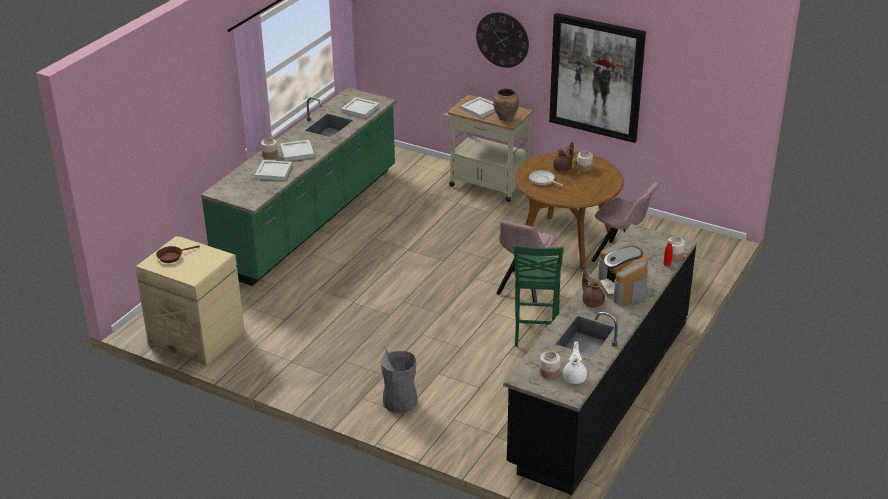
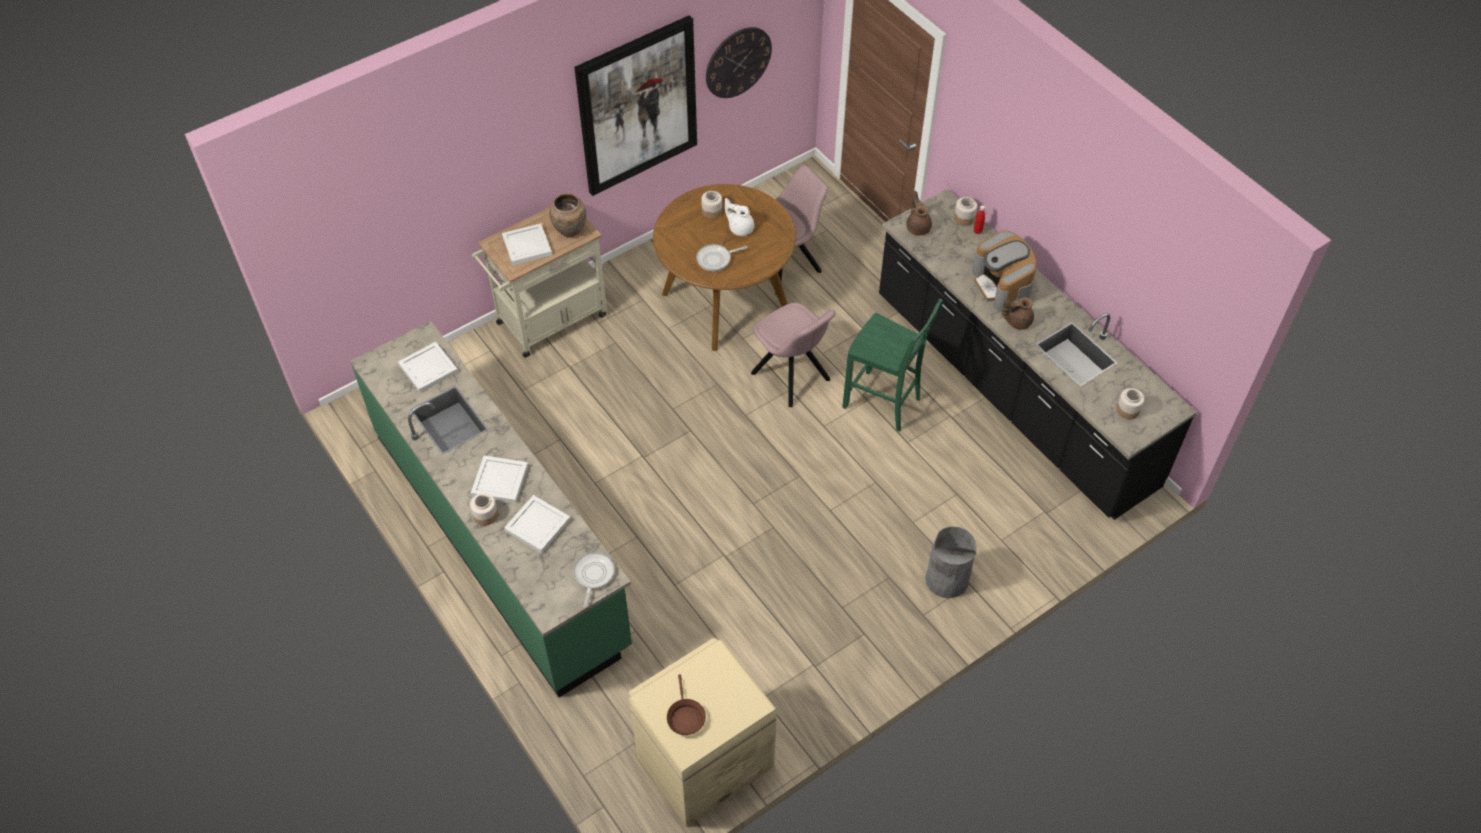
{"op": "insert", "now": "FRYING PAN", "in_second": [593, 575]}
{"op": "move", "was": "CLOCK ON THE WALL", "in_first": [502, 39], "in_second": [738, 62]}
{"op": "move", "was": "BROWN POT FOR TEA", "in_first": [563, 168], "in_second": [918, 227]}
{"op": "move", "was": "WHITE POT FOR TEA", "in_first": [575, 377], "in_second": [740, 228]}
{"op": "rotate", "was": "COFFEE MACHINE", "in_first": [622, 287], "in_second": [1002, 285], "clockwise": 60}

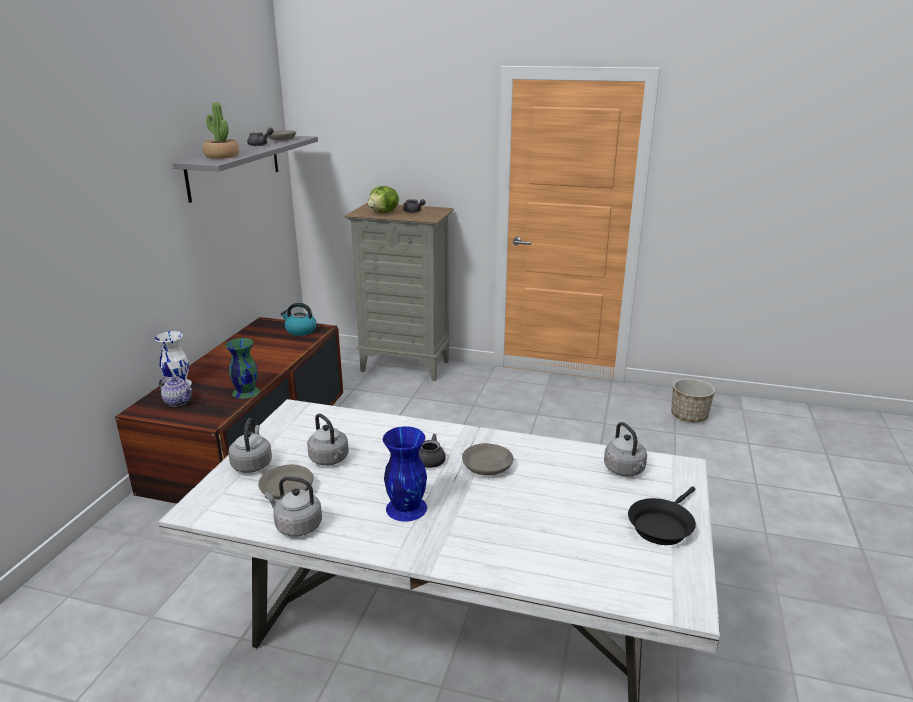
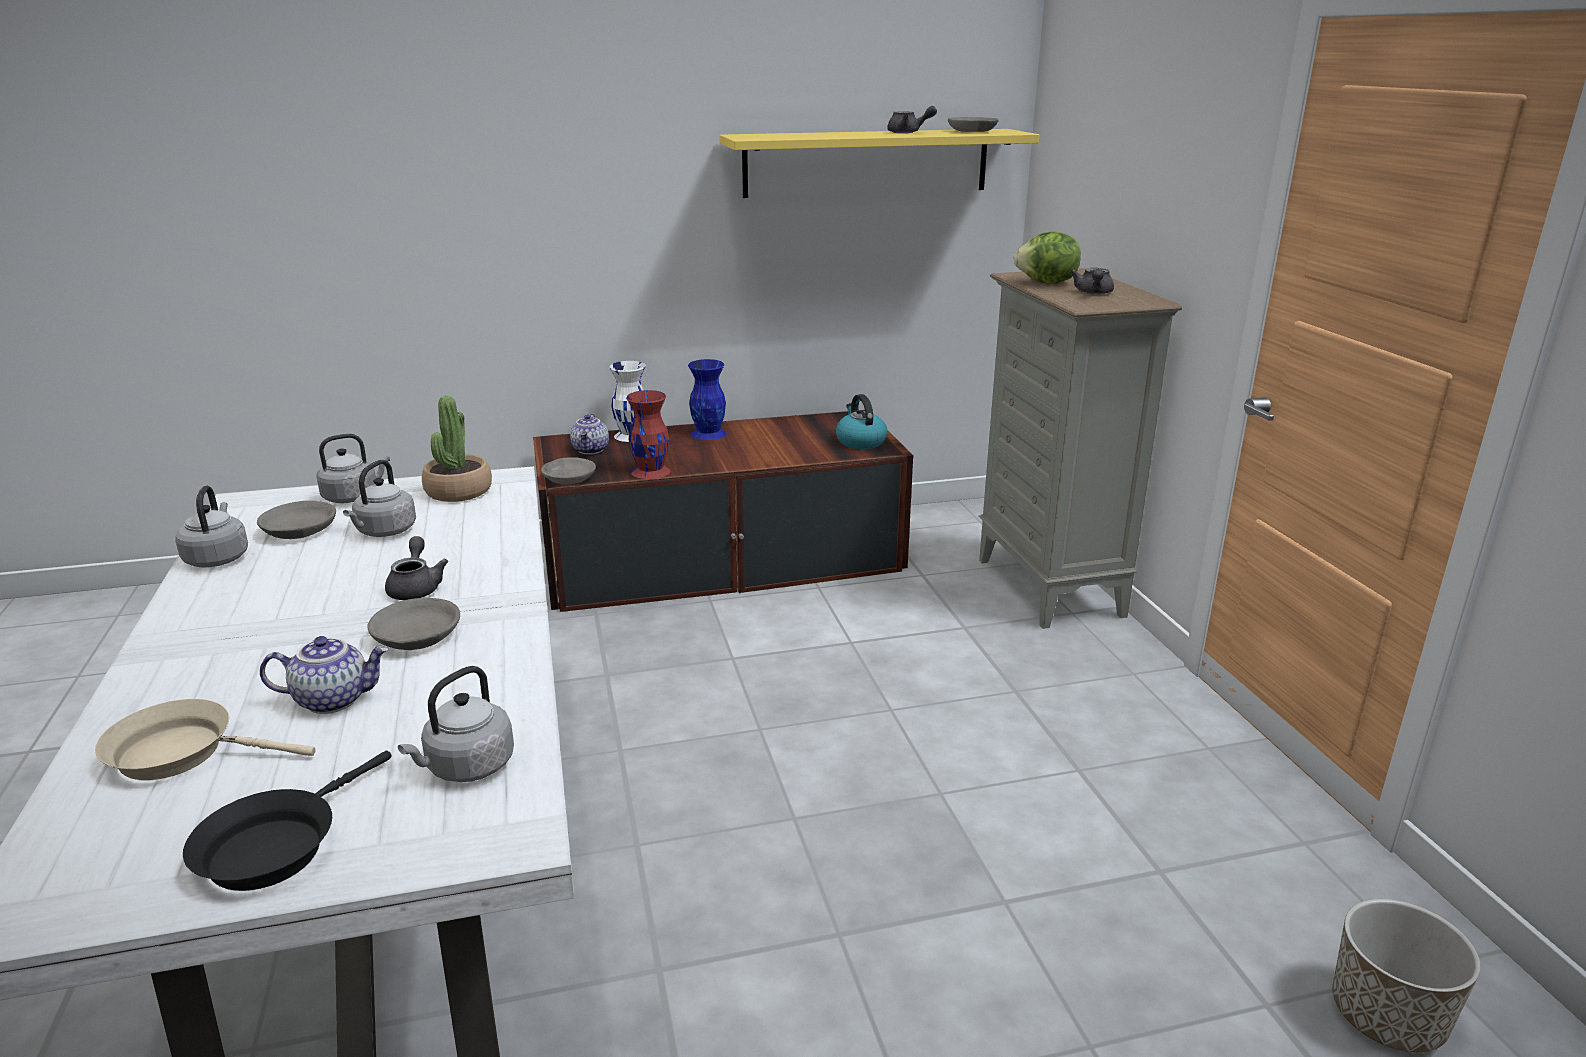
{"op": "insert", "now": "BEIGE-COLOURED FRYING PAN", "in_second": [182, 753]}
{"op": "insert", "now": "POT FOR TEA", "in_second": [334, 699]}
{"op": "insert", "now": "GREYISH BOWL", "in_second": [569, 478]}
{"op": "move", "was": "POTTED PLANT", "in_first": [221, 156], "in_second": [458, 491]}
{"op": "move", "was": "BLUISH VASE", "in_first": [406, 507], "in_second": [709, 433]}
{"op": "recolor", "was": "GREYISH WALL SHELF", "now": "YELLOW WALL SHELF", "in_first": [235, 166], "in_second": [867, 162]}
{"op": "recolor", "was": "GREENISH VASE", "now": "RED VASE", "in_first": [245, 392], "in_second": [650, 471]}
{"op": "rotate", "was": "BLACKISH FRYING PAN", "in_first": [662, 525], "in_second": [276, 846], "clockwise": -75}

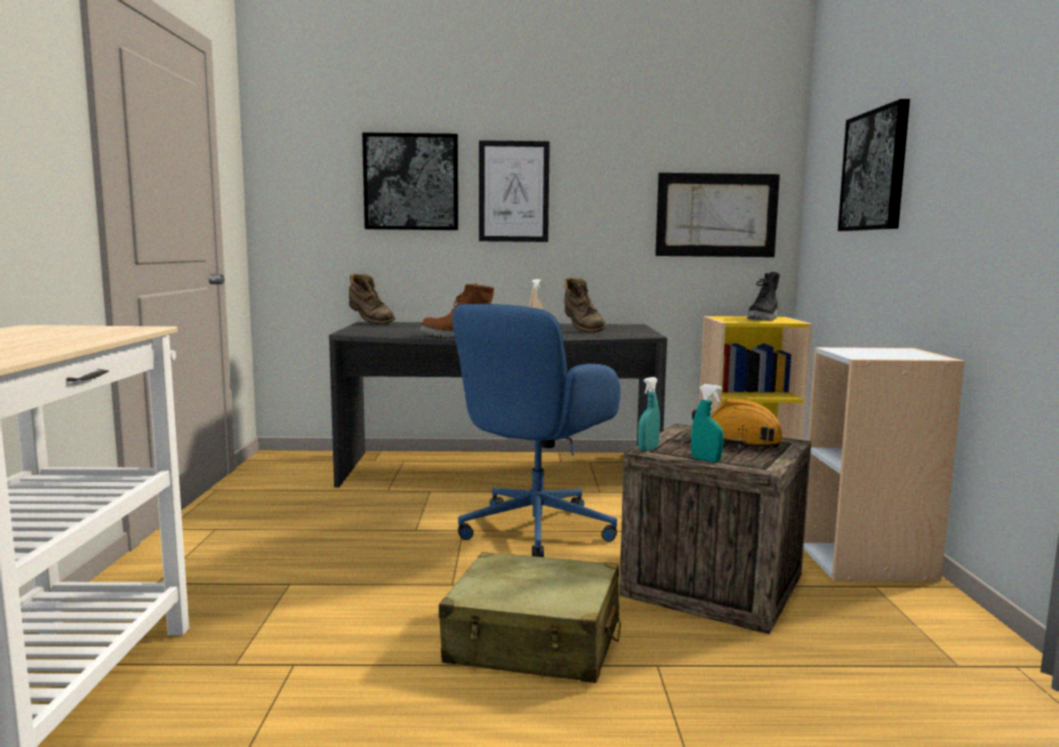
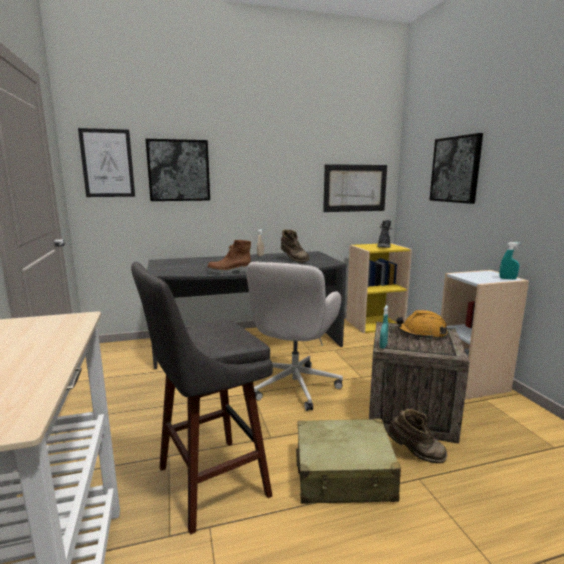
{"op": "insert", "now": "GREYISH STOOL SEAT", "in_second": [208, 482]}
{"op": "move", "was": "BROWN HIGH-TOP BOOT", "in_first": [369, 323], "in_second": [415, 454]}
{"op": "move", "was": "WALL ART", "in_first": [513, 191], "in_second": [107, 163]}
{"op": "move", "was": "TURQUOISE-COLOURED SPRAY BOTTLE", "in_first": [706, 460], "in_second": [507, 279]}
{"op": "recolor", "was": "BLUISH DESK CHAIR", "now": "WHITE DESK CHAIR", "in_first": [536, 530], "in_second": [294, 386]}

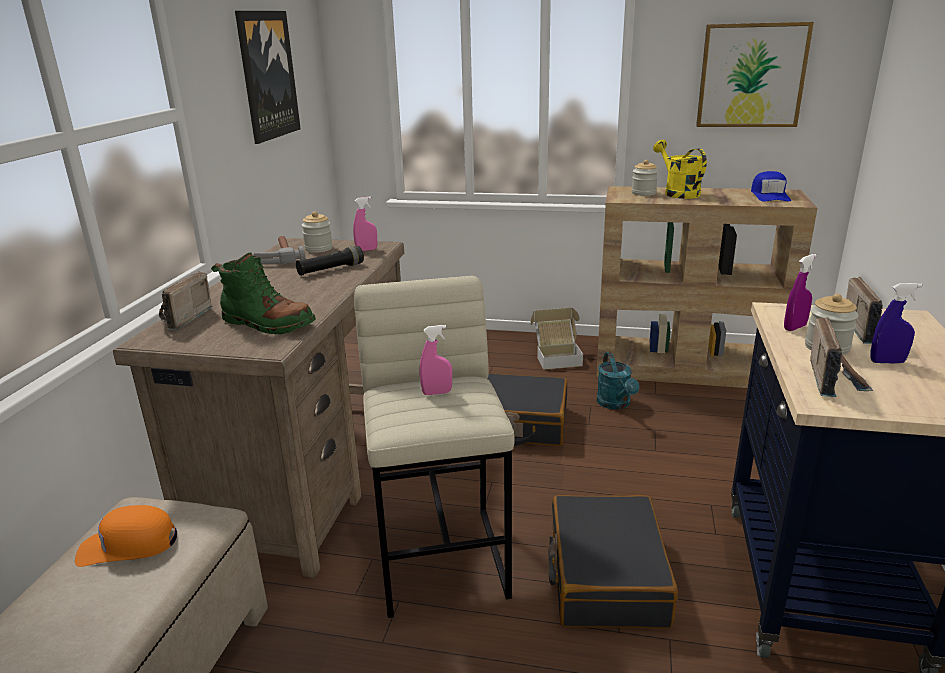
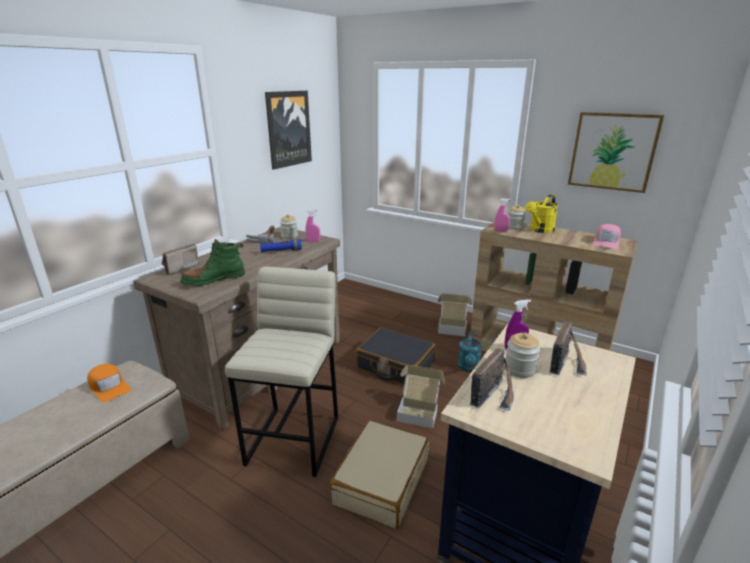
{"op": "delete", "was": "BLUISH SPRAY BOTTLE", "in_first": [887, 362]}
{"op": "insert", "now": "CARDBOARD BOX", "in_second": [419, 410]}
{"op": "move", "was": "PINK-COLOURED SPRAY BOTTLE", "in_first": [437, 393], "in_second": [501, 231]}
{"op": "recolor", "was": "BLACKISH TORCH", "now": "BLUISH TORCH", "in_first": [331, 269], "in_second": [281, 251]}
{"op": "recolor", "was": "BLACKISH SUITCASE", "now": "BEIGE-COLOURED SUITCASE", "in_first": [606, 576], "in_second": [381, 481]}
{"op": "recolor", "was": "BLUISH PEAKED CAP", "now": "PINK-COLOURED PEAKED CAP", "in_first": [769, 195], "in_second": [606, 242]}
{"op": "rotate", "was": "ORANGE PEAKED CAP", "in_first": [128, 545], "in_second": [109, 387], "clockwise": -150}
{"op": "rotate", "was": "GREENISH HIGH-TOP BOOT", "in_first": [267, 324], "in_second": [214, 280], "clockwise": 105}
{"op": "rotate", "was": "YELLOW WATERING CAN", "in_first": [677, 193], "in_second": [539, 230], "clockwise": -135}

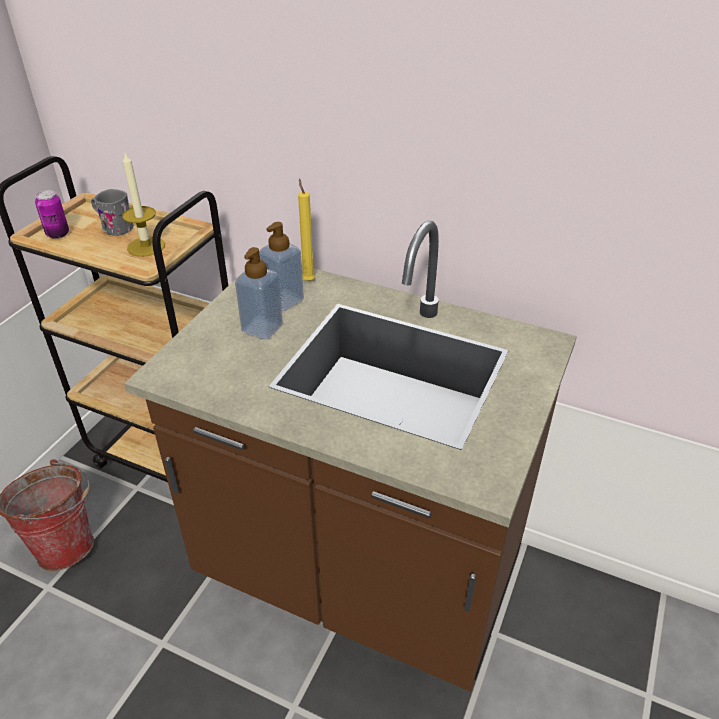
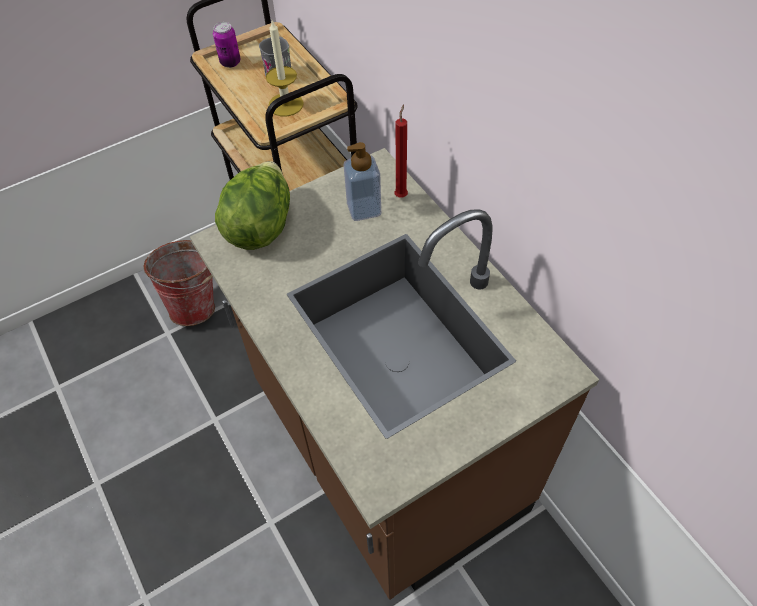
{"op": "delete", "was": "SOAP DISPENSER", "in_first": [262, 328]}
{"op": "insert", "now": "LETTUCE", "in_second": [260, 226]}
{"op": "recolor", "was": "YELLOW WAX LIGHT", "now": "RED WAX LIGHT", "in_first": [308, 280], "in_second": [401, 195]}

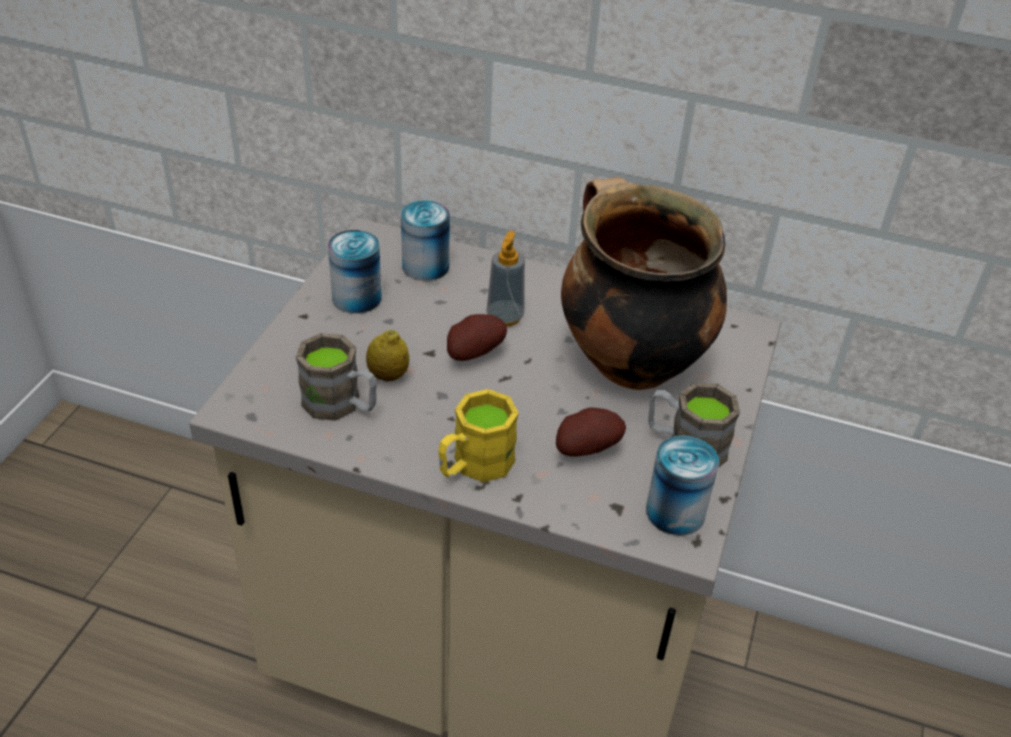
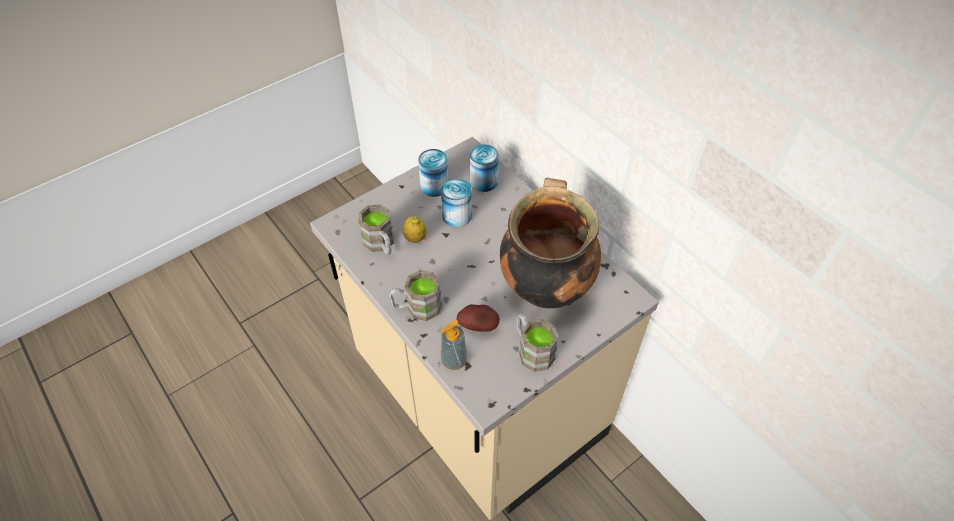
{"op": "delete", "was": "WHOLE POTATO", "in_first": [473, 353]}
{"op": "move", "was": "SOAP DISPENSER", "in_first": [505, 317], "in_second": [454, 361]}
{"op": "move", "was": "METAL CAN", "in_first": [675, 512], "in_second": [457, 216]}
{"op": "recolor", "was": "YELLOW TEA MUG", "now": "BROWN TEA MUG", "in_first": [474, 466], "in_second": [416, 307]}

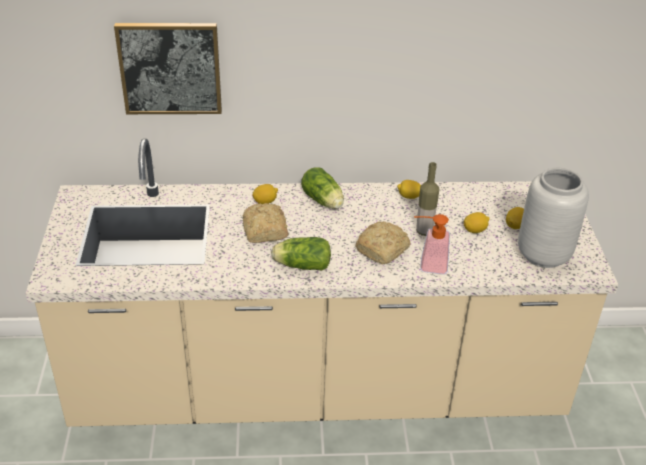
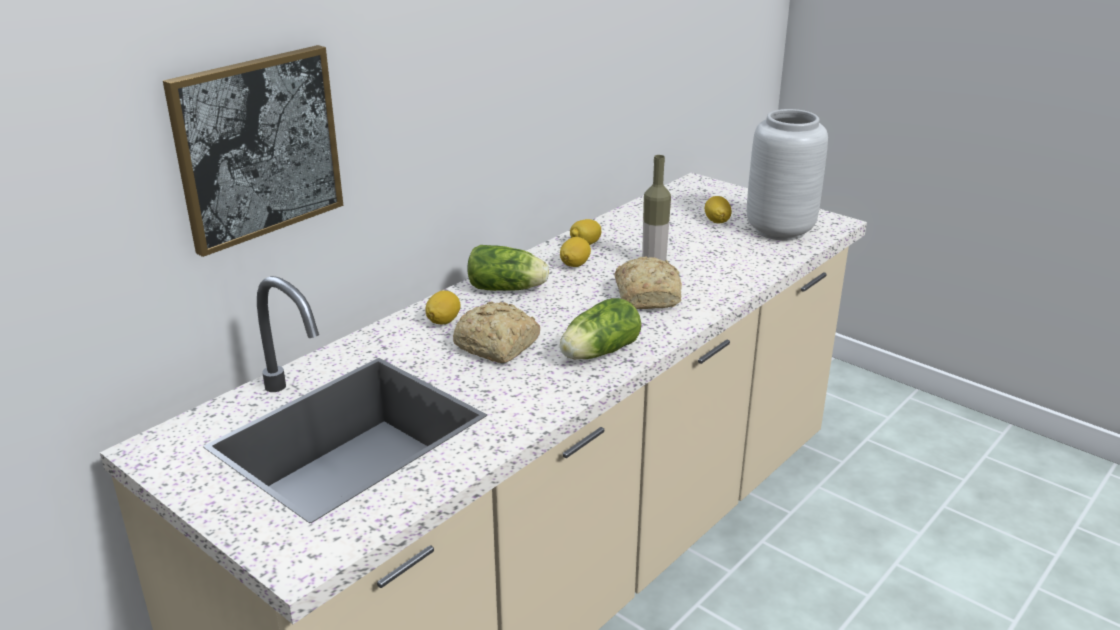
{"op": "delete", "was": "SOAP DISPENSER", "in_first": [428, 265]}
{"op": "move", "was": "WHOLE LEMON", "in_first": [475, 230], "in_second": [575, 264]}

